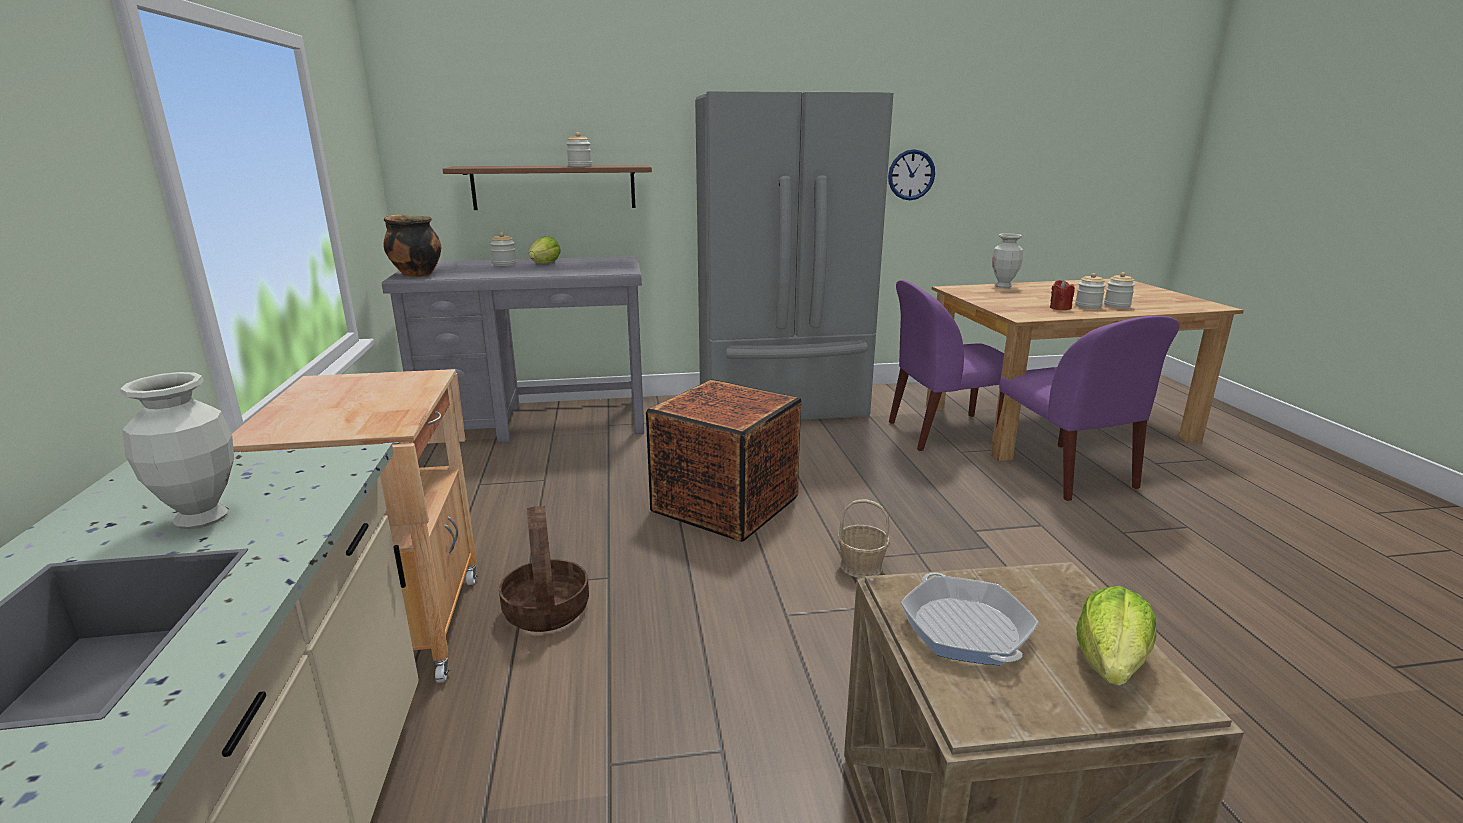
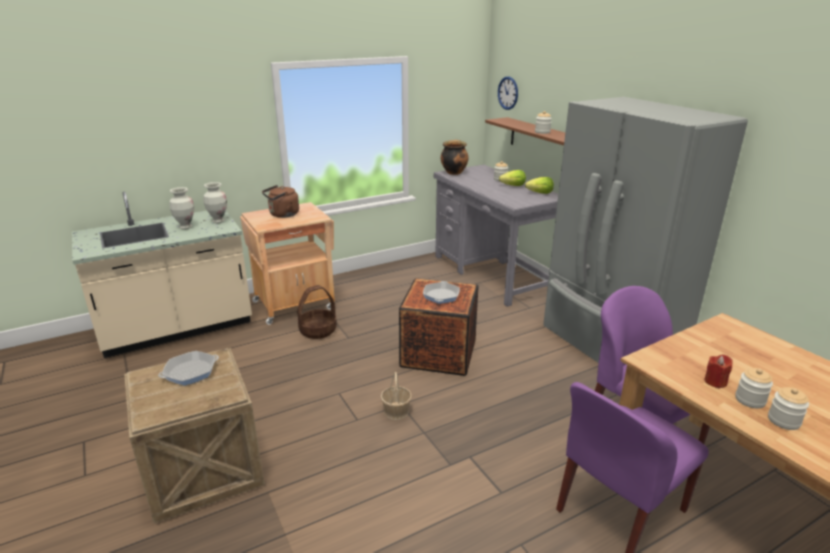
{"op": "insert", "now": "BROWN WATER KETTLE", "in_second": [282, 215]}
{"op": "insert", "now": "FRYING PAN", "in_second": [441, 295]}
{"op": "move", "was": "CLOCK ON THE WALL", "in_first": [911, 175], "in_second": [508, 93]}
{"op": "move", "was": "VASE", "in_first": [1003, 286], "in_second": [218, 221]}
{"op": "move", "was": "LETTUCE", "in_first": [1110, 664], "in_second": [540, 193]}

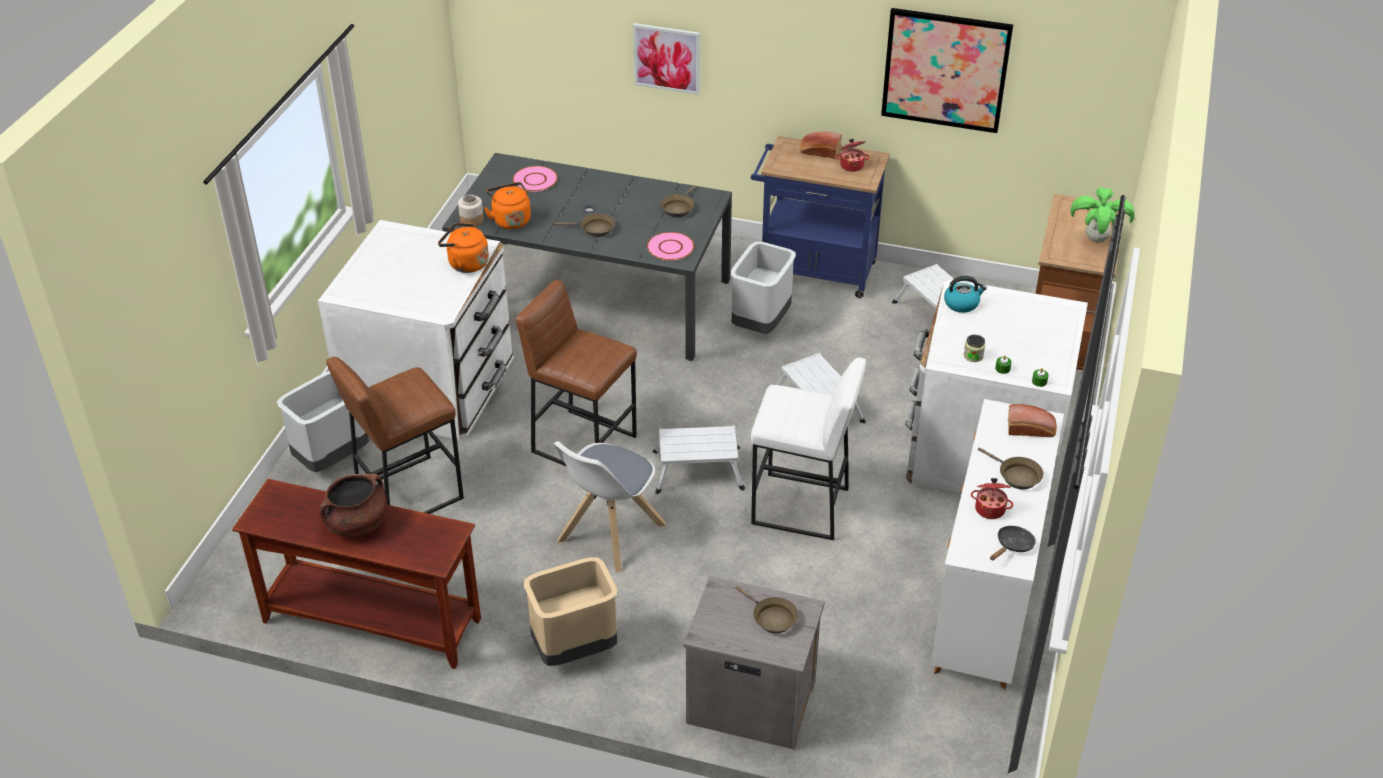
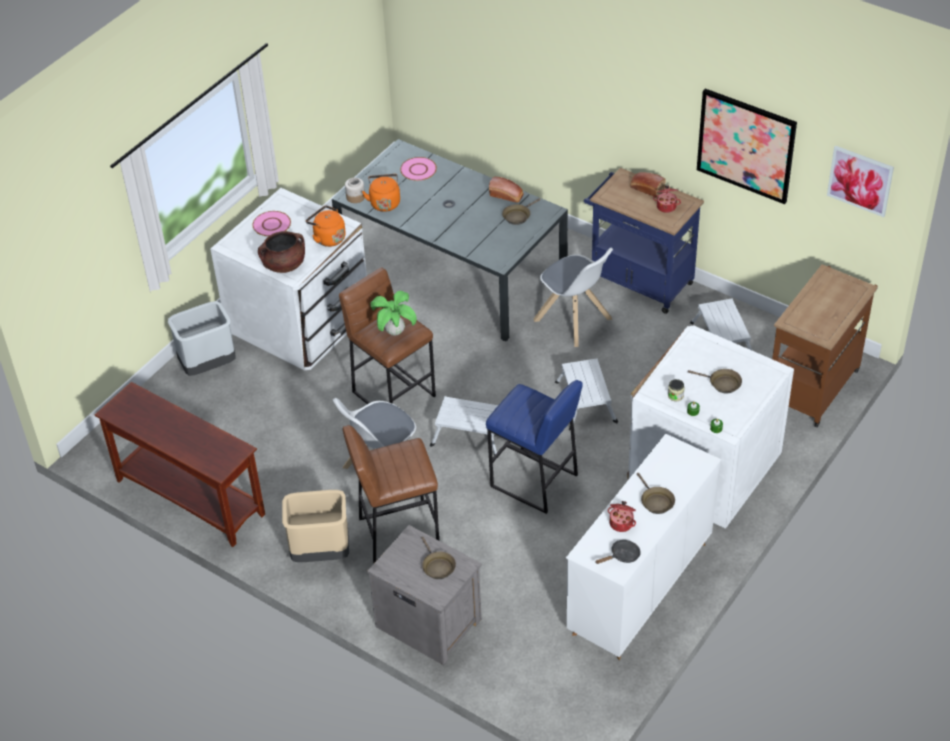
{"op": "delete", "was": "WATER KETTLE", "in_first": [962, 304]}
{"op": "move", "was": "BROWN COOKING POT", "in_first": [357, 524], "in_second": [284, 265]}
{"op": "move", "was": "BROWN STOOL SEAT", "in_first": [408, 494], "in_second": [397, 533]}
{"op": "move", "was": "BROWN FRYING PAN", "in_first": [594, 229], "in_second": [722, 384]}
{"op": "move", "was": "WALL ART", "in_first": [667, 58], "in_second": [860, 180]}
{"op": "move", "was": "PINK-COLOURED DINNER PLATE", "in_first": [670, 247], "in_second": [271, 225]}
{"op": "move", "was": "BREAD", "in_first": [1031, 429], "in_second": [507, 195]}
{"op": "move", "was": "POTTED PLANT", "in_first": [1096, 239], "in_second": [395, 331]}
{"op": "replace", "was": "GREYISH WASTE BIN", "now": "UPRIGHT CHAIR", "in_first": [761, 324], "in_second": [574, 321]}
{"op": "recolor", "was": "WHITE STOOL SEAT", "now": "BLUISH STOOL SEAT", "in_first": [802, 506], "in_second": [535, 481]}

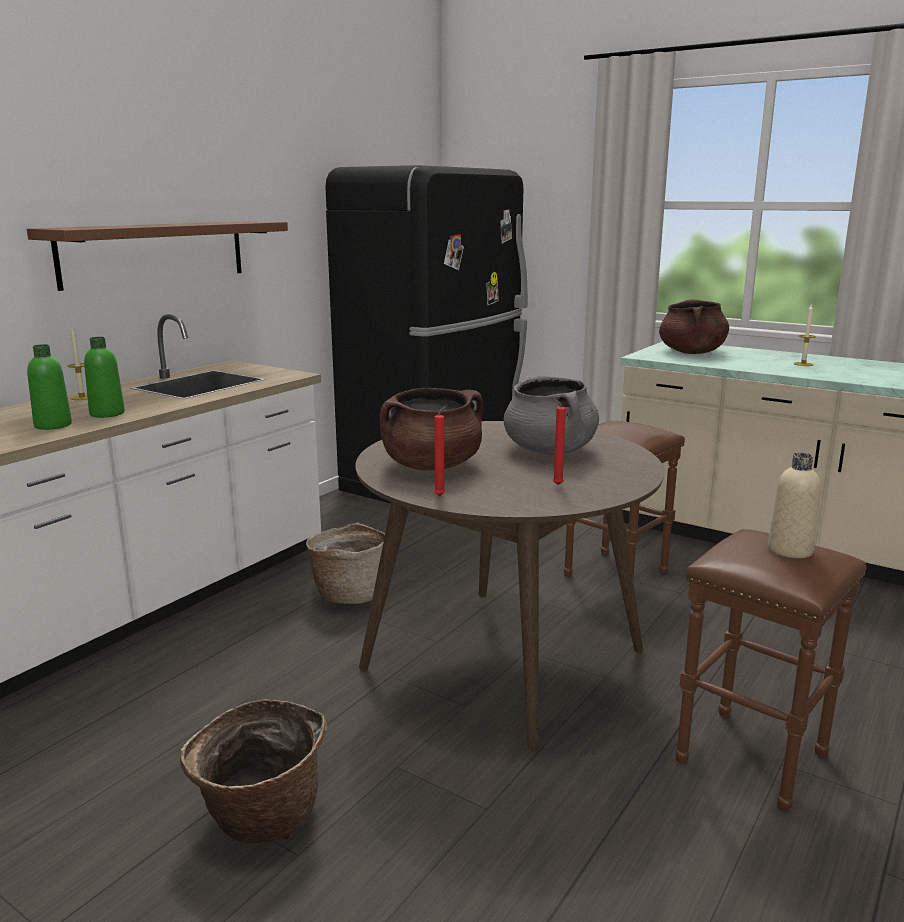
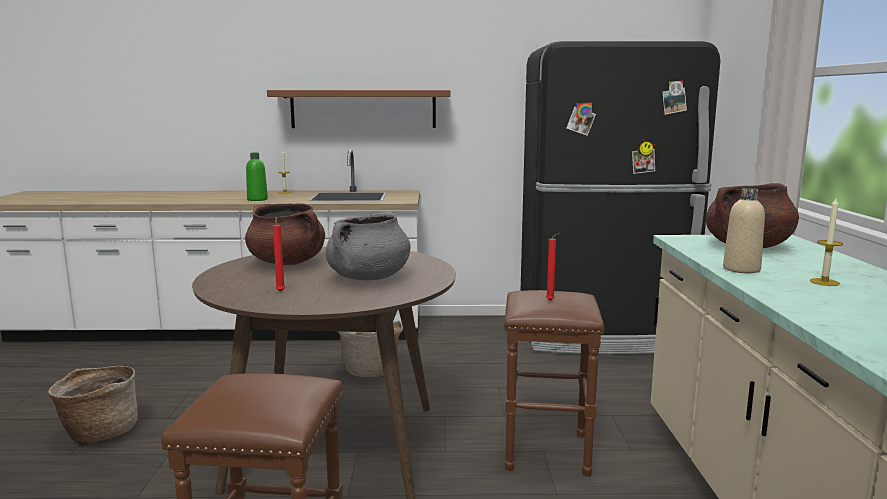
{"op": "delete", "was": "GREENISH BEVERAGE BOTTLE", "in_first": [53, 425]}
{"op": "move", "was": "RED WAX LIGHT", "in_first": [441, 495], "in_second": [551, 301]}
{"op": "move", "was": "BEIGE-COLOURED BEVERAGE BOTTLE", "in_first": [790, 550], "in_second": [741, 269]}

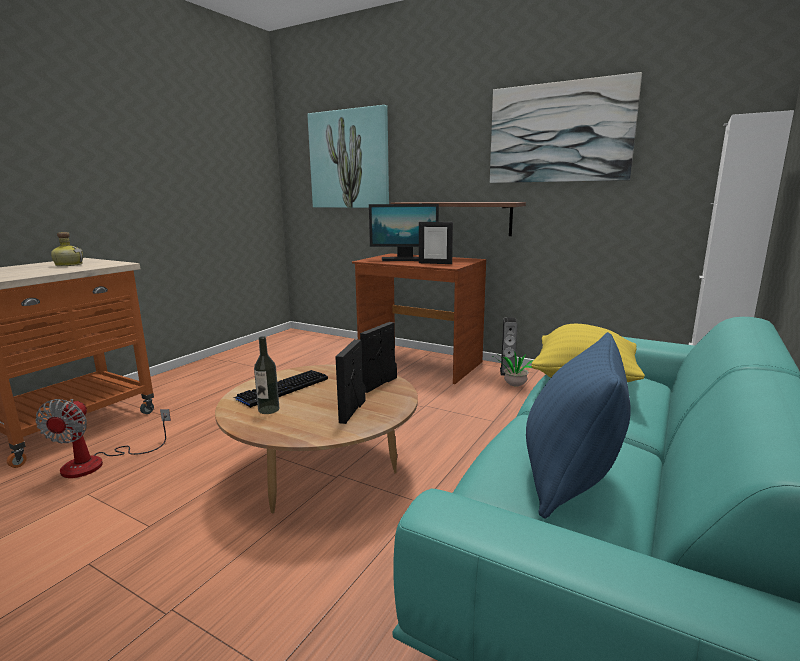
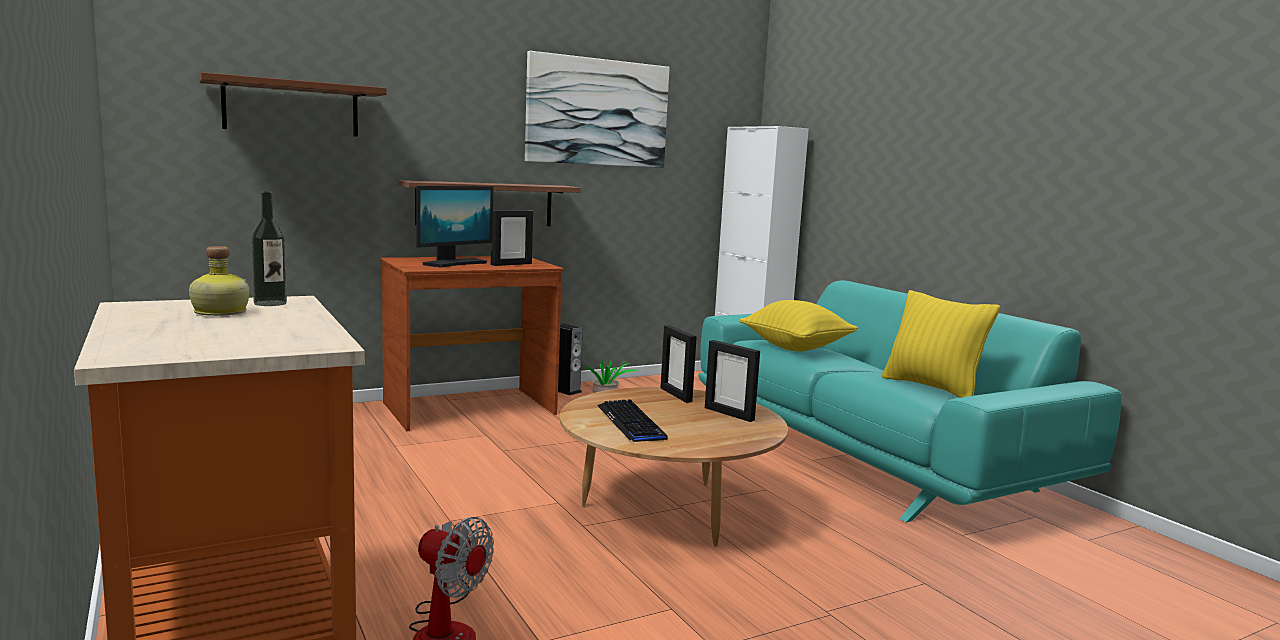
{"op": "move", "was": "BEVERAGE BOTTLE", "in_first": [268, 409], "in_second": [270, 303]}
{"op": "replace", "was": "WALL ART", "now": "BROWN WALL SHELF", "in_first": [349, 160], "in_second": [291, 108]}
{"op": "recolor", "was": "BLUISH PILLOW", "now": "YELLOW PILLOW", "in_first": [569, 478], "in_second": [932, 387]}

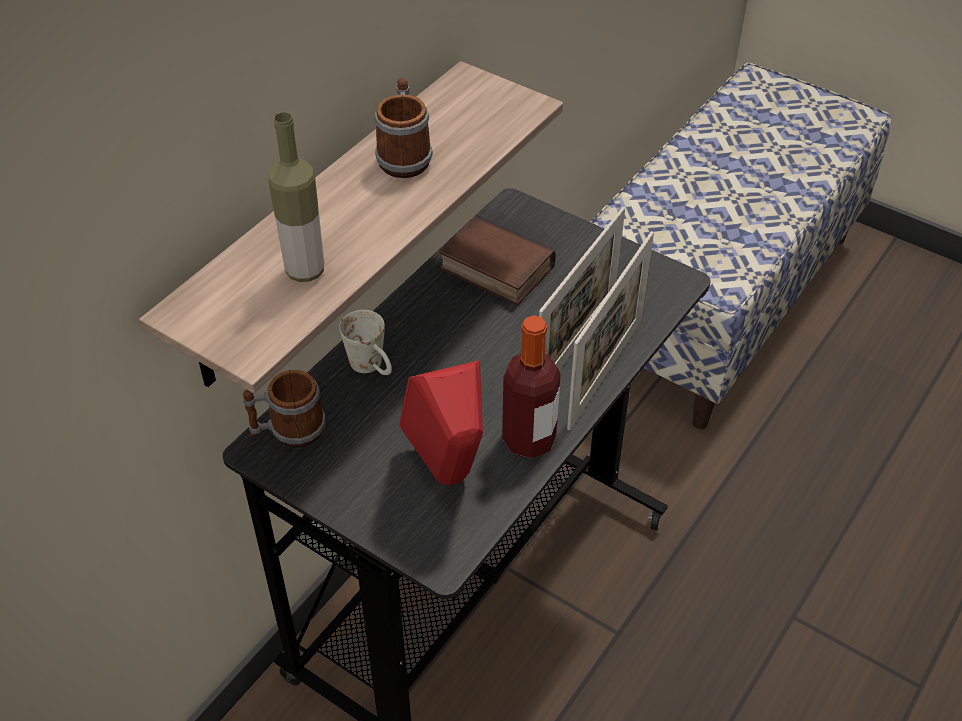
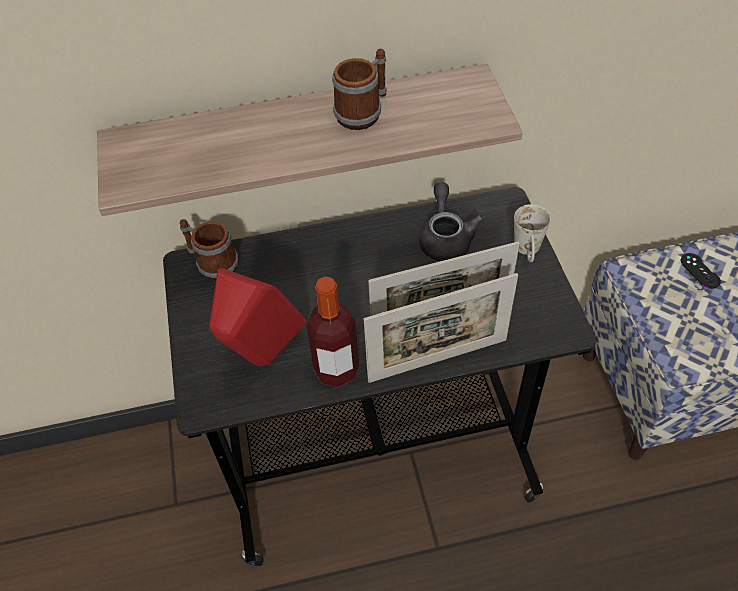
{"op": "delete", "was": "BEVERAGE BOTTLE", "in_first": [305, 271]}
{"op": "insert", "now": "BLACKISH GAME CONTROLLER", "in_second": [700, 271]}
{"op": "move", "was": "WHITE TEA MUG", "in_first": [372, 368], "in_second": [528, 252]}
{"op": "replace", "was": "BOOK", "now": "GREYISH POT FOR TEA", "in_first": [493, 269], "in_second": [445, 238]}

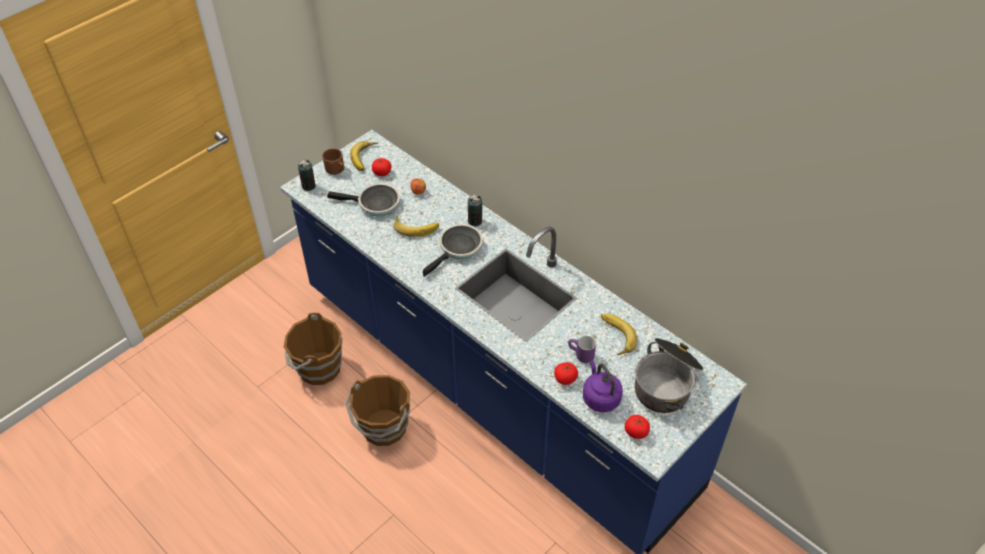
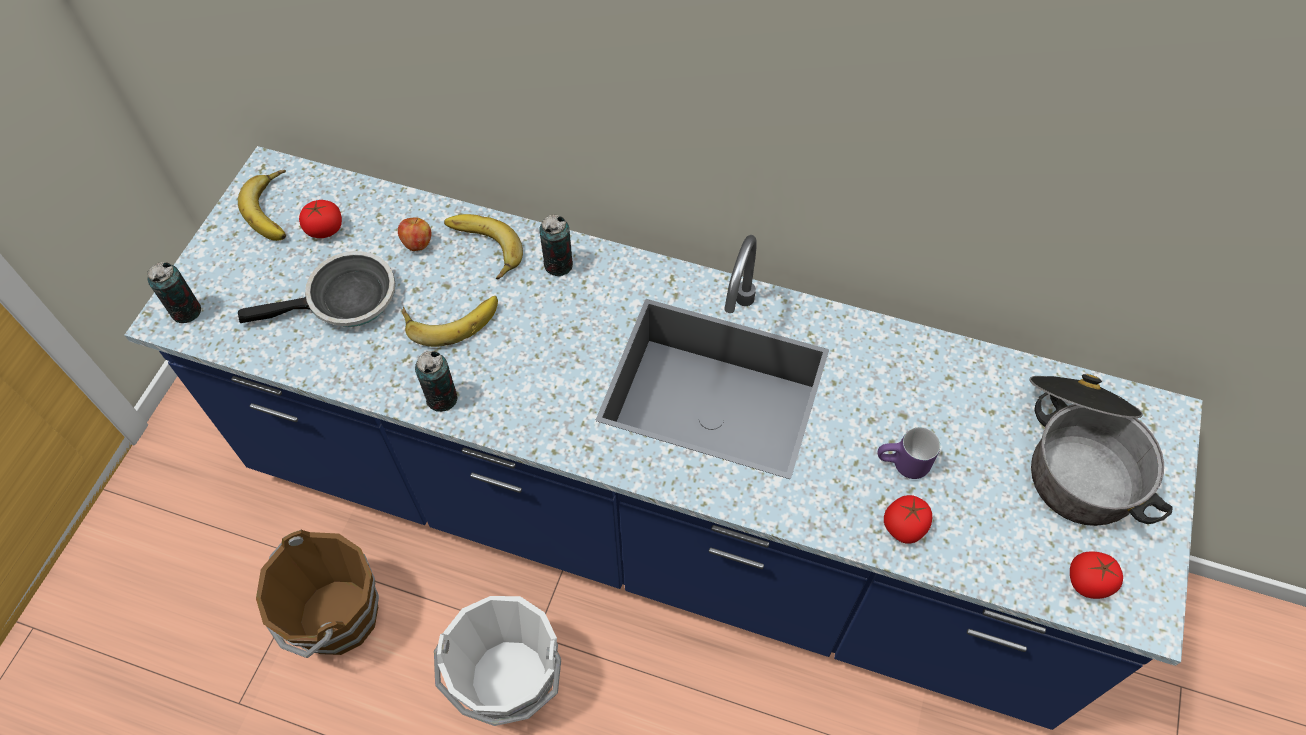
{"op": "delete", "was": "BROWN TEA MUG", "in_first": [336, 171]}
{"op": "delete", "was": "FRYING PAN", "in_first": [458, 249]}
{"op": "delete", "was": "PURPLE WATER KETTLE", "in_first": [600, 397]}
{"op": "insert", "now": "METAL CAN", "in_second": [442, 398]}
{"op": "move", "was": "BANANA FRUIT", "in_first": [615, 336], "in_second": [481, 249]}
{"op": "recolor", "was": "BROWN WATER BUCKET", "now": "WHITE WATER BUCKET", "in_first": [383, 428], "in_second": [509, 681]}

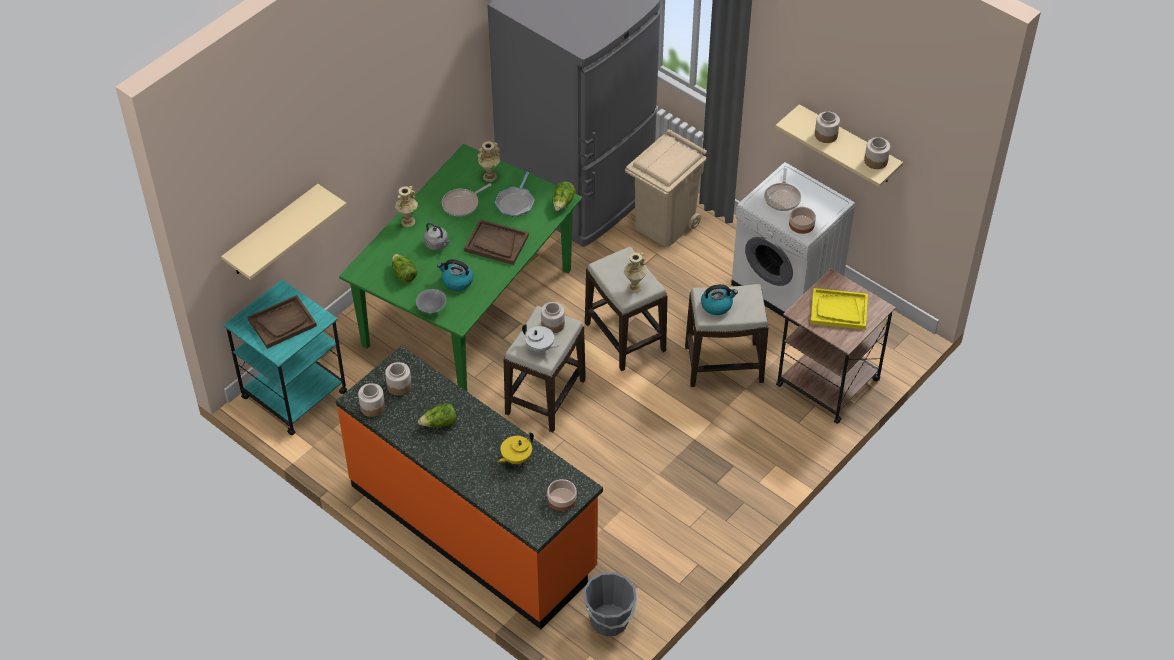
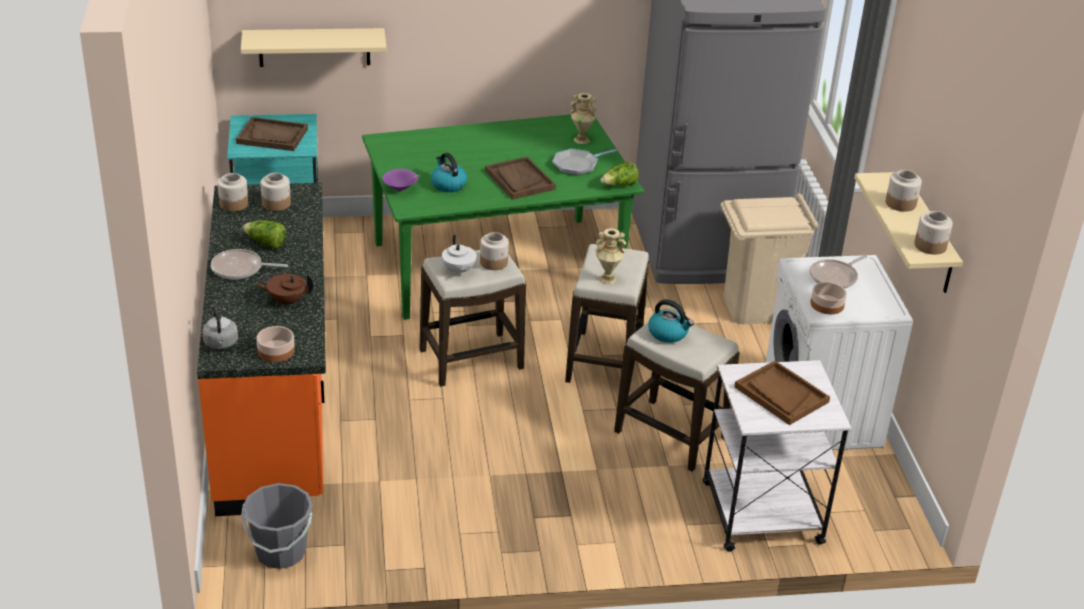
{"op": "delete", "was": "LETTUCE", "in_first": [403, 274]}
{"op": "delete", "was": "BEIGE-COLOURED VASE", "in_first": [407, 221]}
{"op": "move", "was": "GREYISH WATER KETTLE", "in_first": [437, 244], "in_second": [221, 344]}
{"op": "move", "was": "FRYING PAN", "in_first": [462, 204], "in_second": [240, 269]}
{"op": "recolor", "was": "GREYISH BOWL", "now": "PURPLE BOWL", "in_first": [432, 307], "in_second": [401, 189]}
{"op": "recolor", "was": "YELLOW POT FOR TEA", "now": "BROWN POT FOR TEA", "in_first": [516, 458], "in_second": [286, 301]}
{"op": "recolor", "was": "BROWN WHEELED CART", "now": "WHITE WHEELED CART", "in_first": [827, 383], "in_second": [760, 513]}
{"op": "recolor", "was": "YELLOW SERVING TRAY", "now": "BROWN SERVING TRAY", "in_first": [838, 310], "in_second": [781, 394]}

